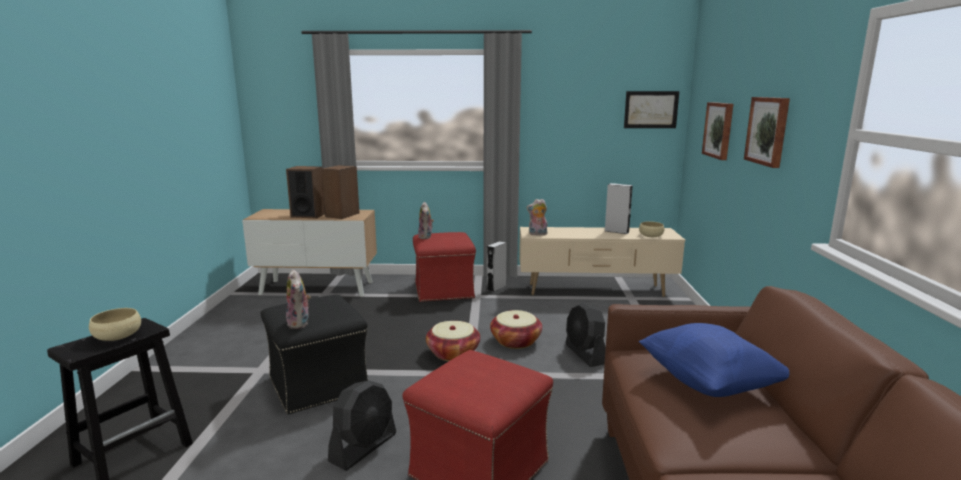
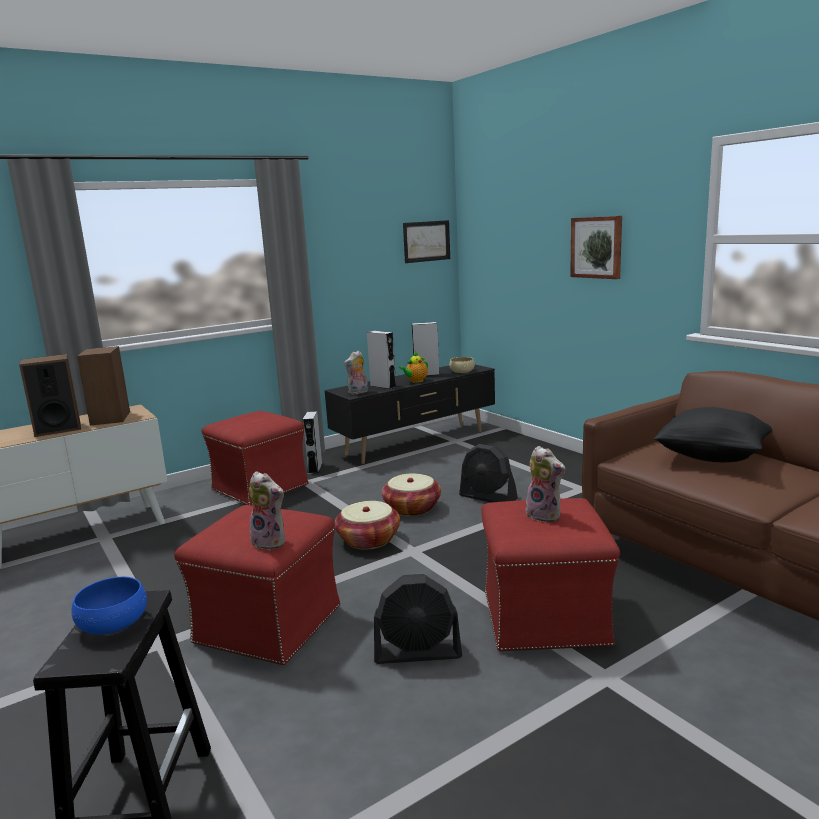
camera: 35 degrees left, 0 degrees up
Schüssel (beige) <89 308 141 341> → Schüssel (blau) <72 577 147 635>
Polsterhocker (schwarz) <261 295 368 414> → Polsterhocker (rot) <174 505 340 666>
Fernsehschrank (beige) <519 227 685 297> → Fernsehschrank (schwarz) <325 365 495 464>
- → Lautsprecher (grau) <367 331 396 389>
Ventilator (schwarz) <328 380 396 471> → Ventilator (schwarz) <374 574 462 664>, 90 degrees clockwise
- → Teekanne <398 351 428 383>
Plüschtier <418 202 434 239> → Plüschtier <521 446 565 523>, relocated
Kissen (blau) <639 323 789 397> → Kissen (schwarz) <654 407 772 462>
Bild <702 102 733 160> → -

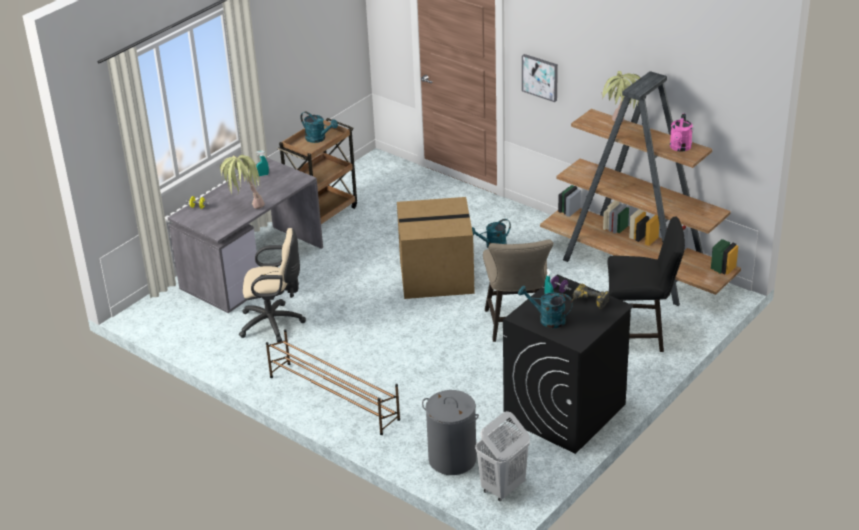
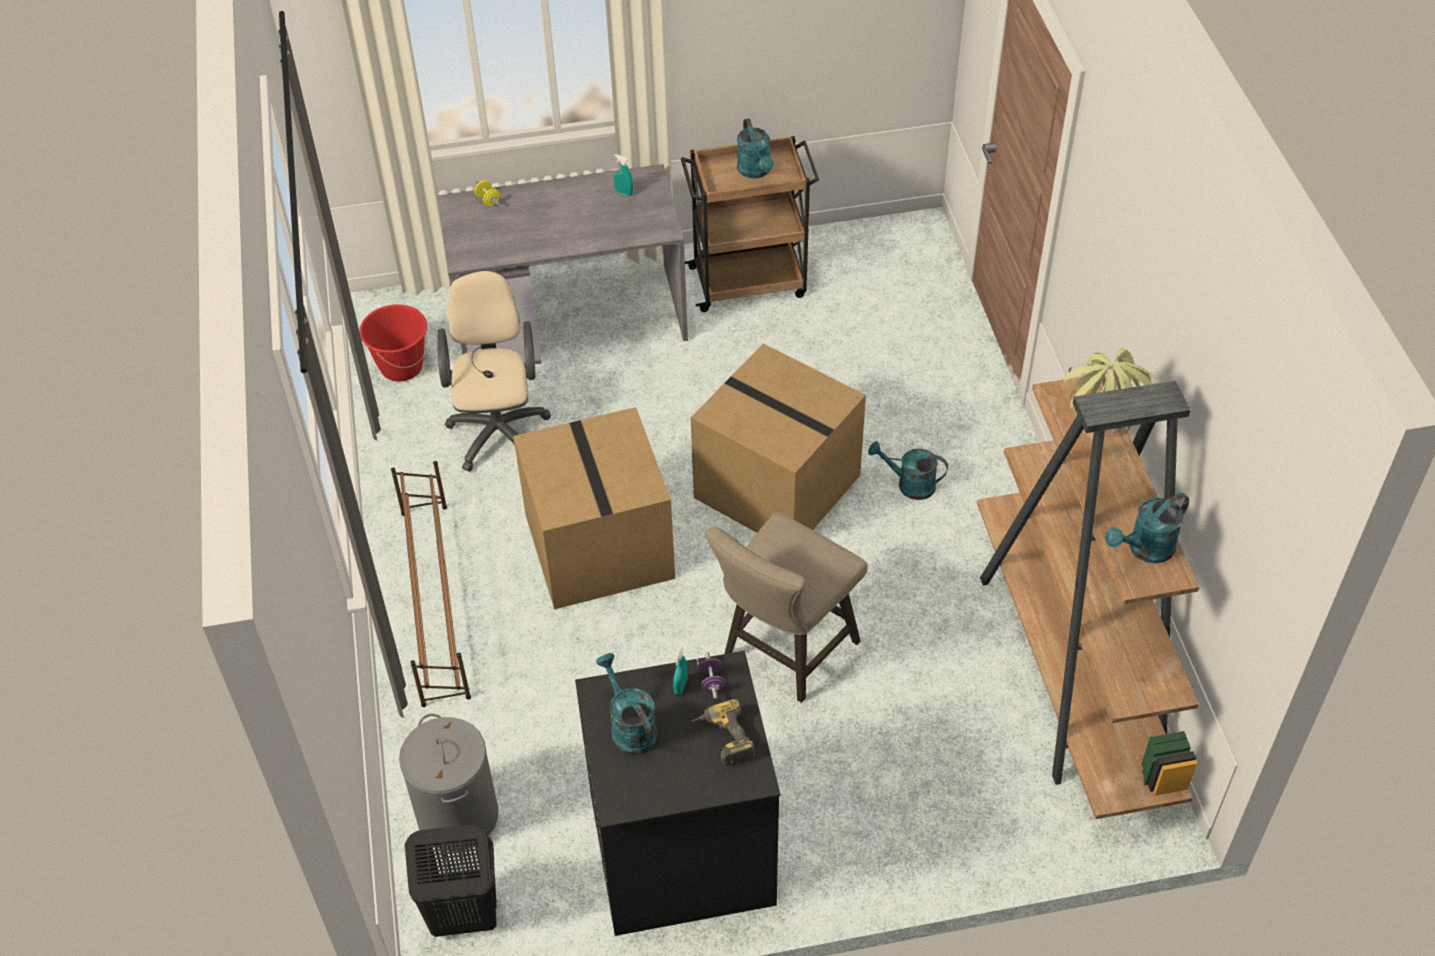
camera: 40 degrees right, 15 degrees up
- → Eimer (rot) <359 305 427 381>
Wäschekorb (weiß) <475 411 530 501> → Wäschekorb (schwarz) <405 824 497 937>
Bürostuhl (beige) <239 228 306 342> → Bürostuhl (beige) <437 270 551 472>, 135 degrees counterclockwise
- → Karton <513 407 675 609>
Gießkanne (rosa) <670 113 693 152> → Gießkanne (türkis) <1105 493 1189 563>
Topfpflanze <220 155 265 209> → -
Bild <522 54 558 102> → -
Hocker (schwarz) <607 217 685 352> → -

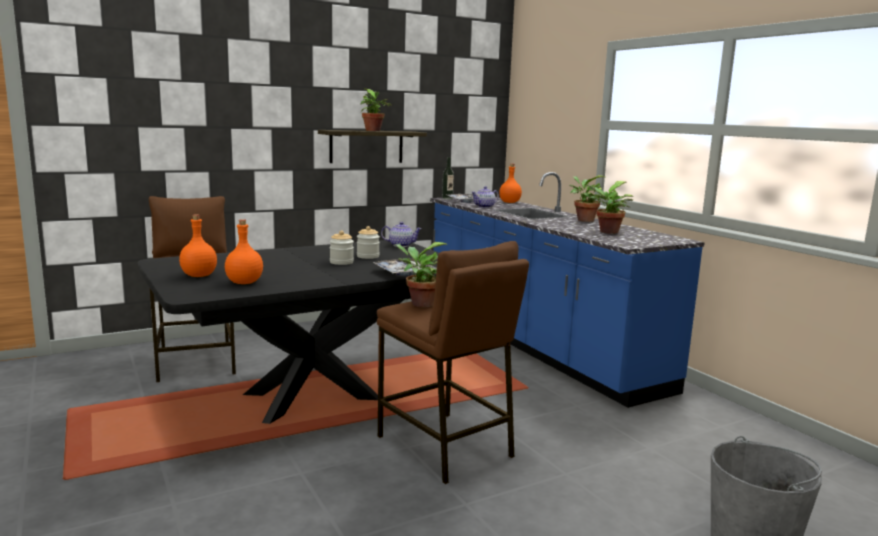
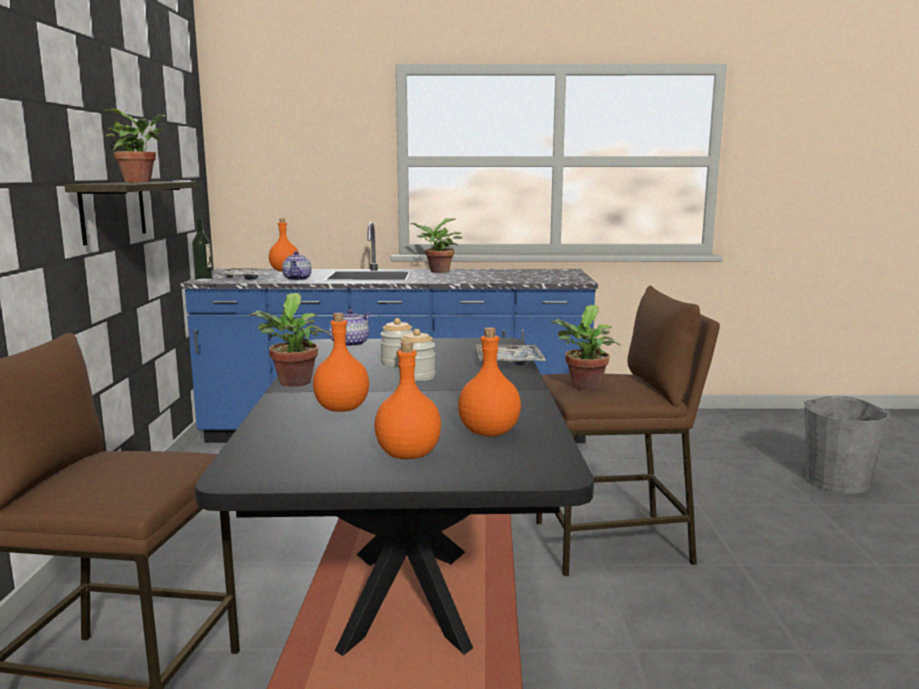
camera: 60 degrees left, 0 degrees up
Topfpflanze <585 181 633 234> → Topfpflanze <249 293 330 387>, relocated
- → Flasche (orange) <313 313 369 412>

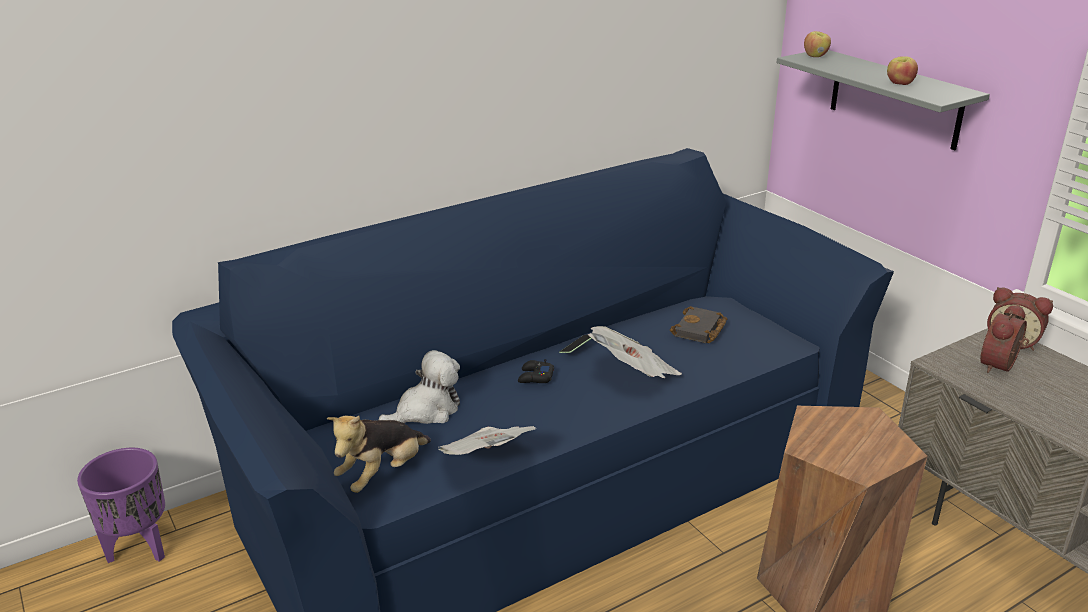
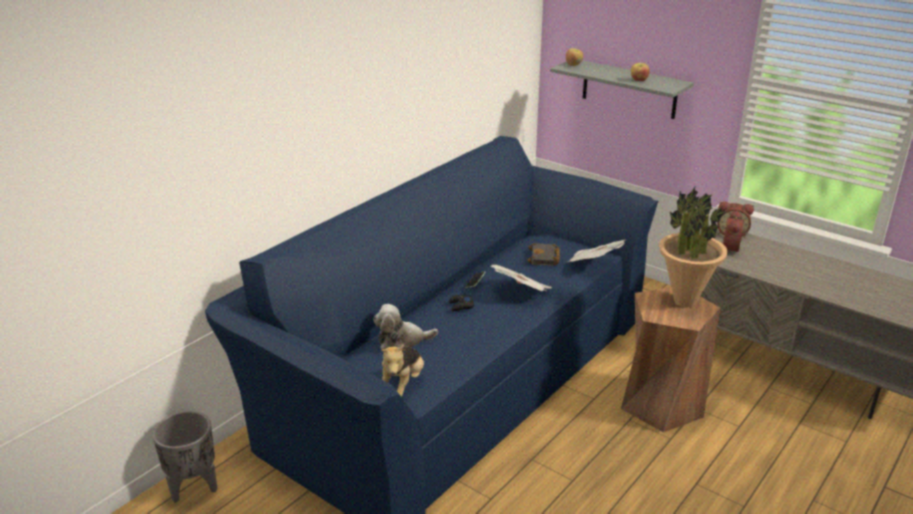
camera: 20 degrees left, 0 degrees up
Pflanzkübel (lila) <77 448 165 563> → Pflanzkübel (grau) <152 411 218 503>
Plüschtier <379 350 460 424> → Plüschtier <373 304 438 350>, 135 degrees counterclockwise
Zeitung <439 426 536 455> → Zeitung <568 240 625 262>, relocated
- → Topfpflanze <659 187 728 308>

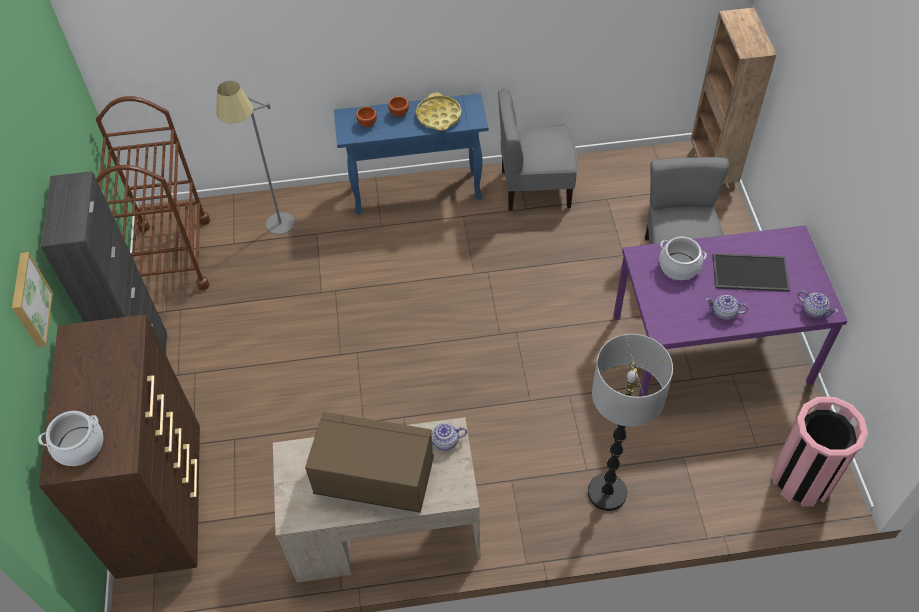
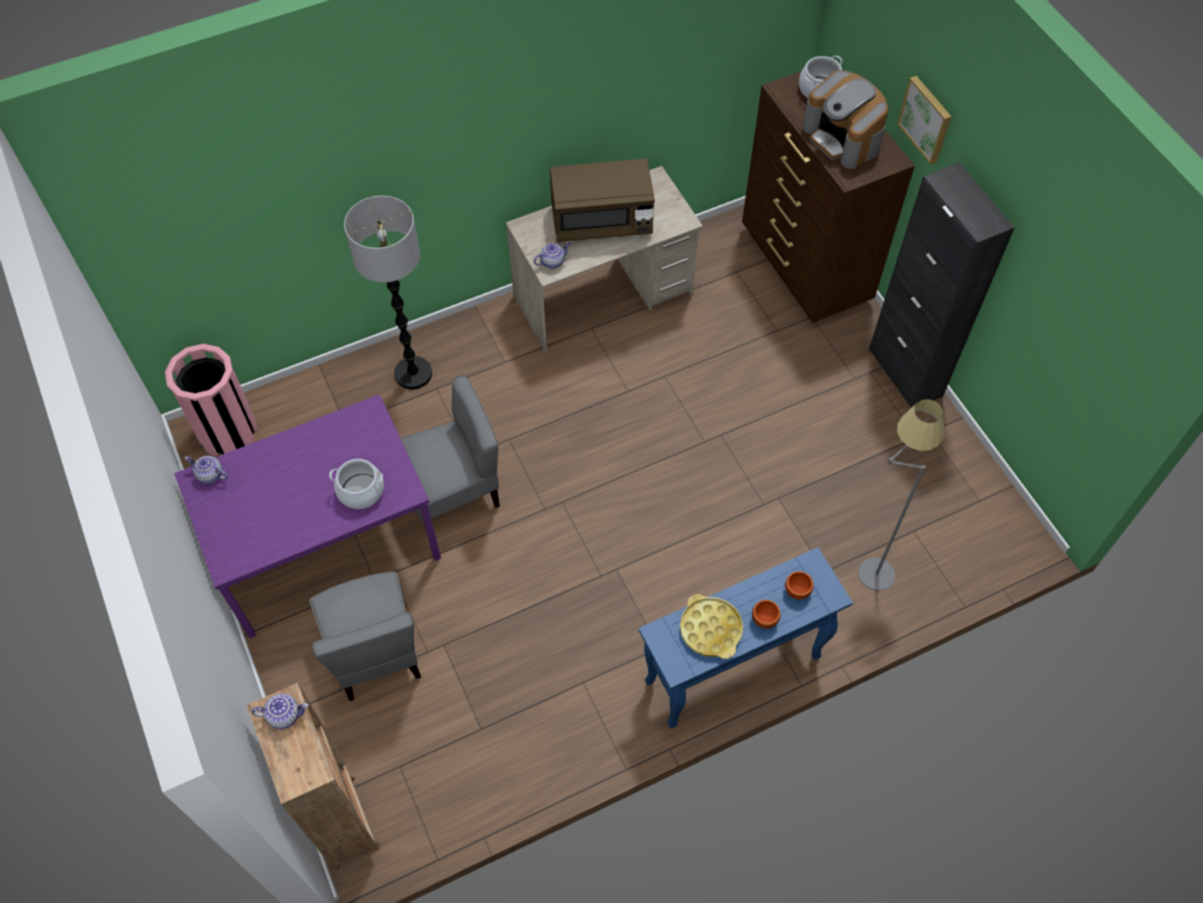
camera: 160 degrees right, 5 degrees up
Teekanne <706 295 748 320> → Teekanne <251 694 308 729>, relocated
Stuhl (grau) <498 89 577 211> → Stuhl (grau) <400 375 500 525>, relocated
- → Kaffeemaschine <803 70 888 169>
Rollwagen (braun) <96 96 210 290> → -
Tablett <712 253 790 292> → -

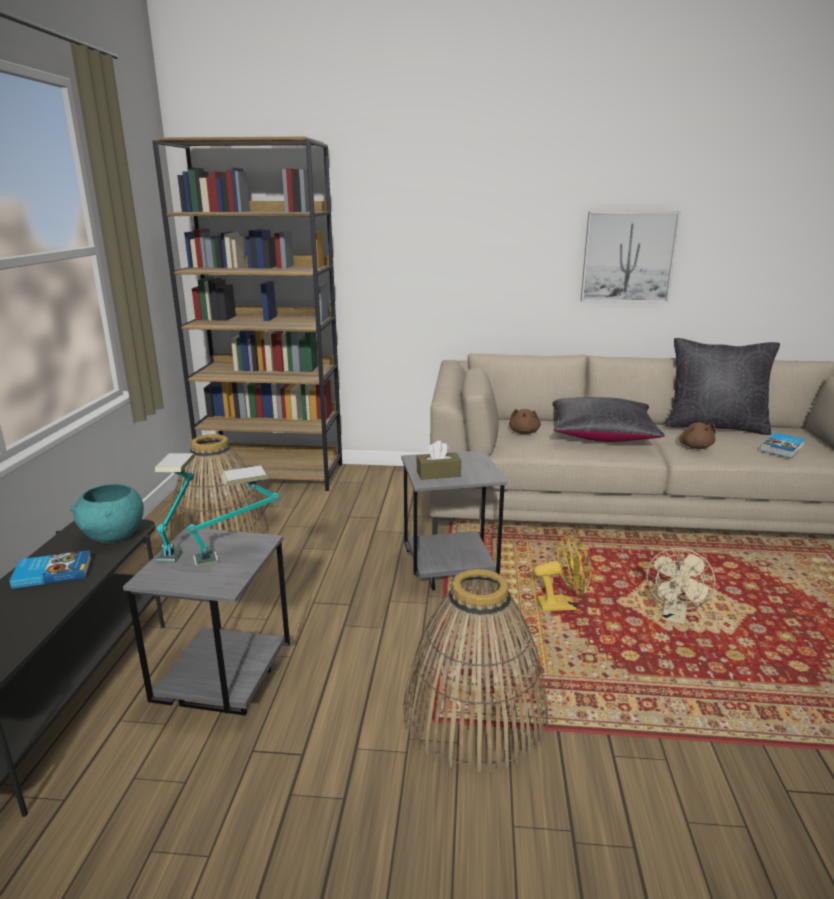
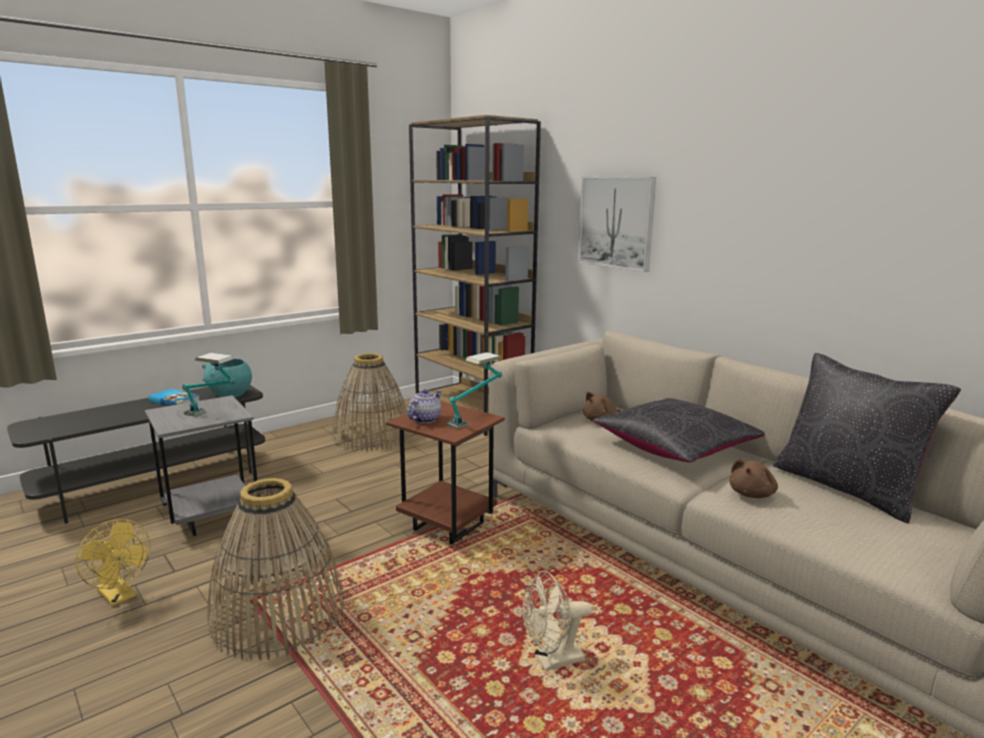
camera: 45 degrees right, 5 degrees down
Ventilator (gelb) <534 534 592 611> → Ventilator (gelb) <76 519 151 606>, relocated
Beistelltisch (grau) <401 450 507 590> → Beistelltisch (braun) <386 401 505 545>
Taschentuchbox (braun) <416 441 461 480> → Teekanne <407 389 441 423>
Tischlampe <155 453 195 563> → Tischlampe <447 352 502 429>, relocated
Bild <581 212 681 303> → Bild <578 177 656 272>, relocated
Buch <760 433 805 458> → -

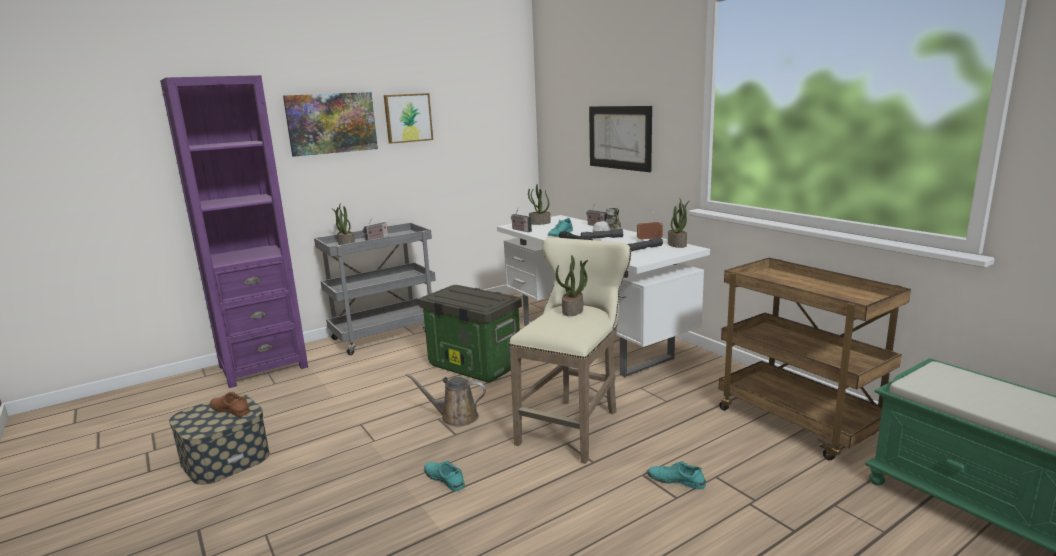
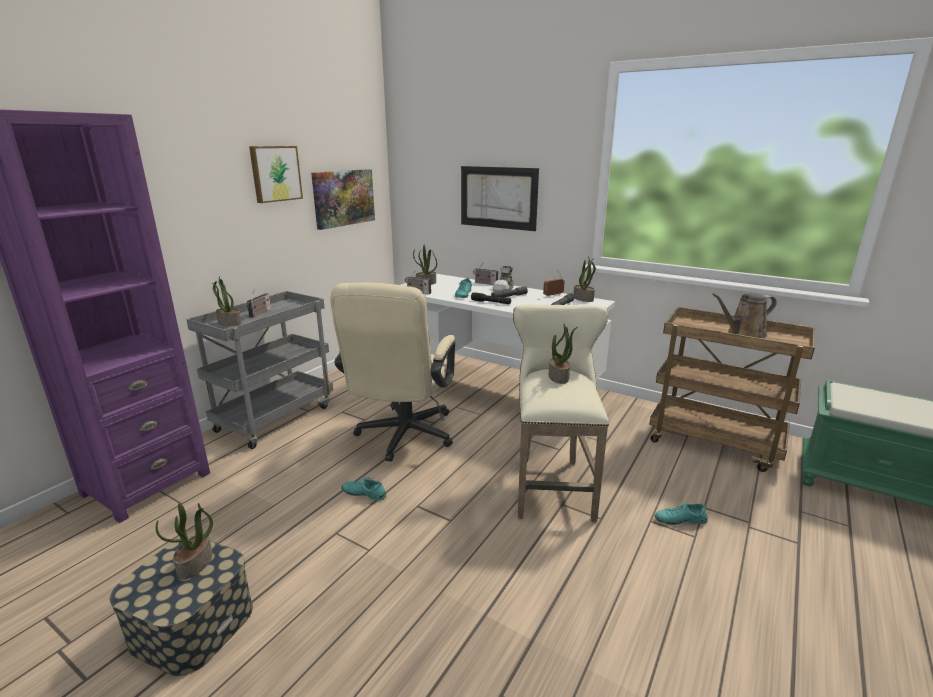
camera: 25 degrees left, 5 degrees up
Schuh (braun) <210 392 250 417> → Topfpflanze <156 503 213 580>
Bild <283 92 378 157> → Bild <311 169 375 230>, relocated
Aufbewahrungsbox <419 285 522 383> → Bürostuhl (beige) <331 283 455 462>
Schuh (türkis) <424 461 465 491> → Schuh (türkis) <342 477 386 501>, relocated
Gießkanne (braun) <405 373 486 427> → Gießkanne (braun) <712 293 777 339>, relocated

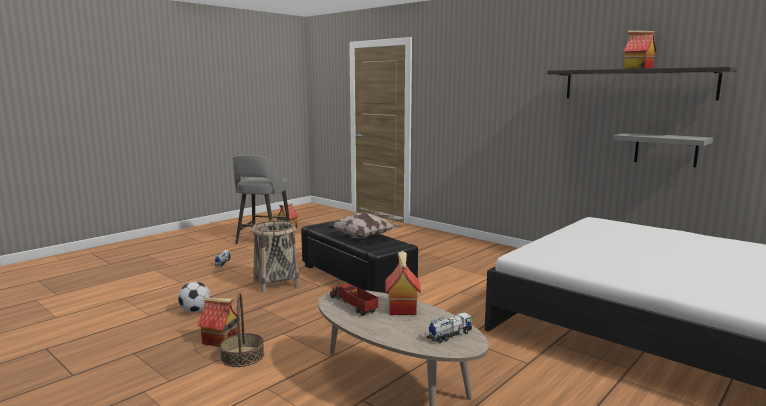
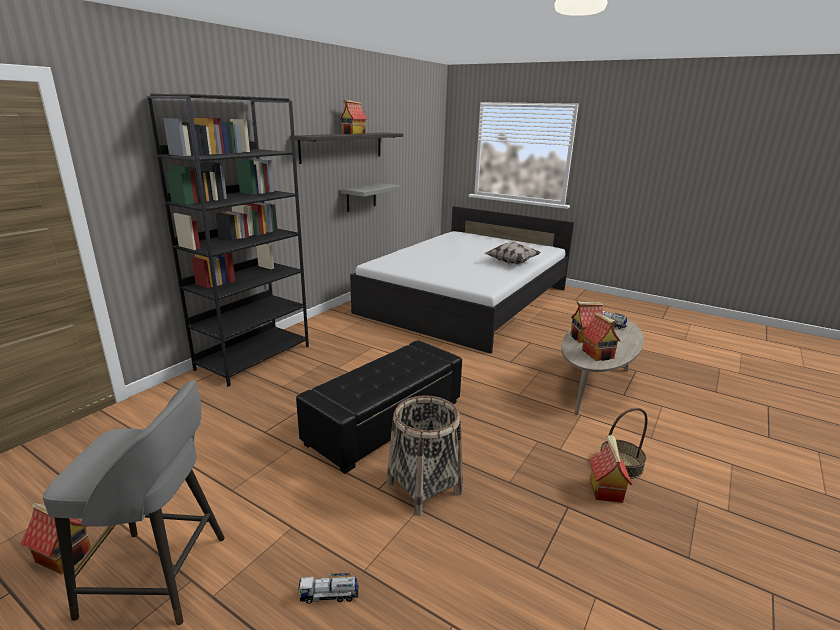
camera: 100 degrees left, 10 degrees up
- → Bücherregal (schwarz) <147 94 309 387>
Kissen <327 213 402 239> → Kissen <485 242 540 264>, relocated
Spielzeuglaster <330 281 379 316> → Spielzeughaus <581 312 620 361>
Fußball <178 282 210 312> → -

